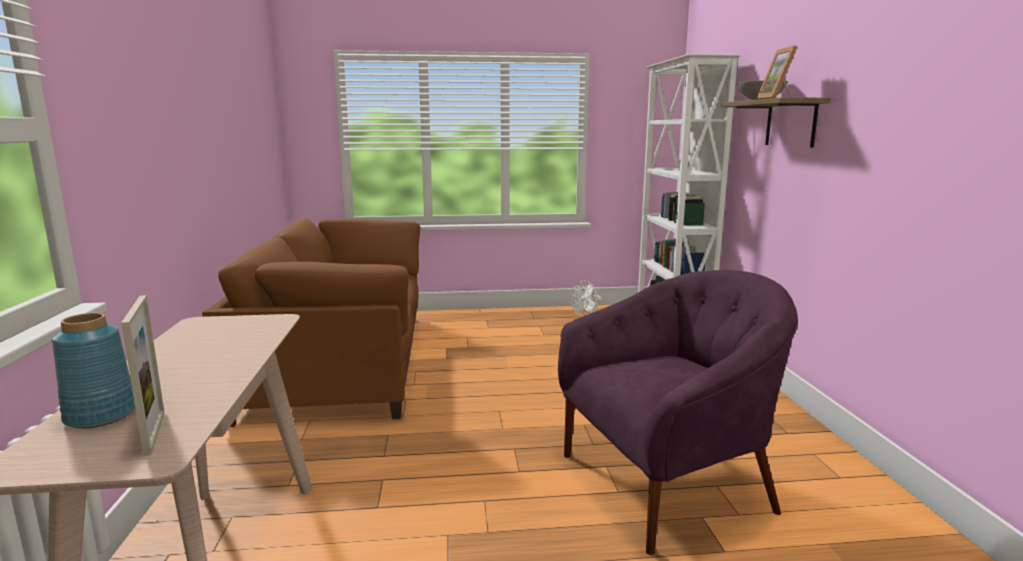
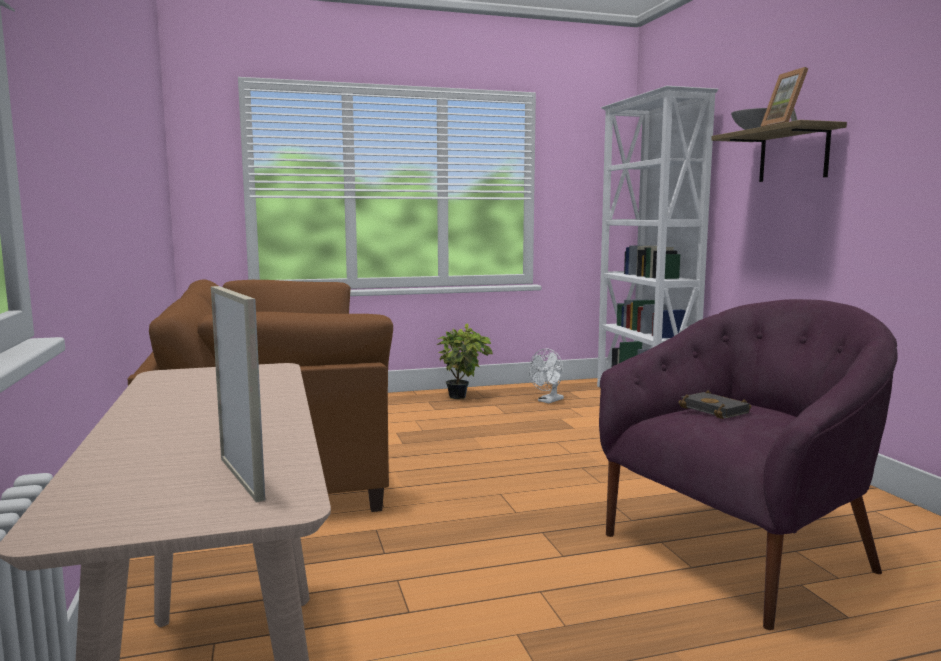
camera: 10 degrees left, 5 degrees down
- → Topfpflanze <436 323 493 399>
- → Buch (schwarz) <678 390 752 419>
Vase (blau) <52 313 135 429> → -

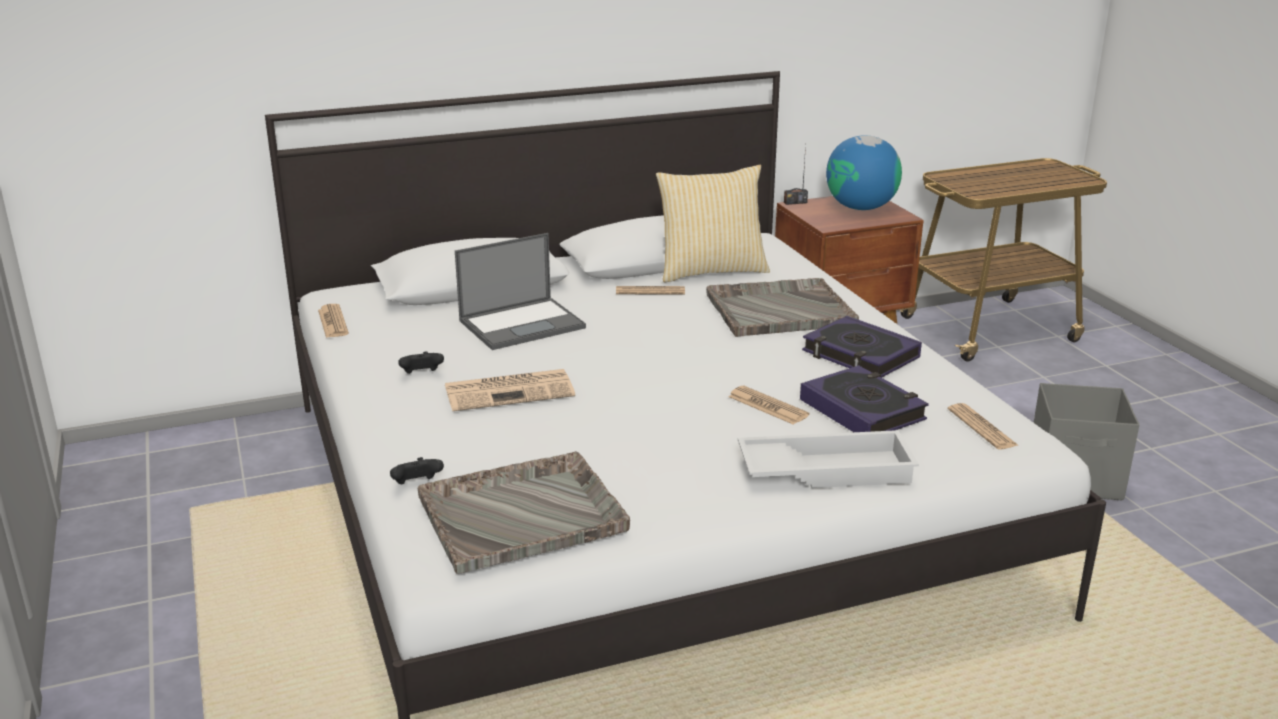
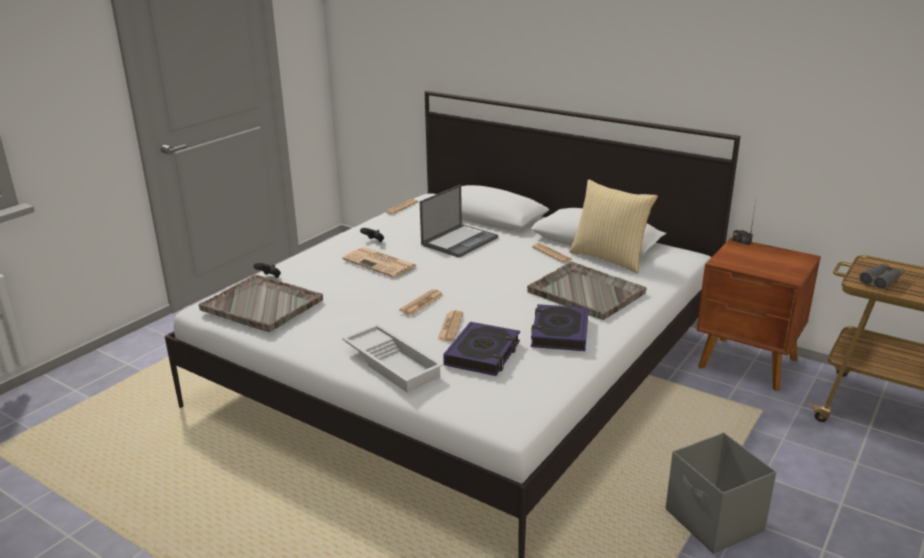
camera: 55 degrees right, 0 degrees up
Zeitung <948 403 1019 450> → Zeitung <399 289 444 315>, relocated
Laptop <455 233 586 350> → Laptop <420 184 498 258>, 75 degrees counterclockwise
- → Fernglas (grau) <859 263 905 289>
Globus <826 135 902 210> → -

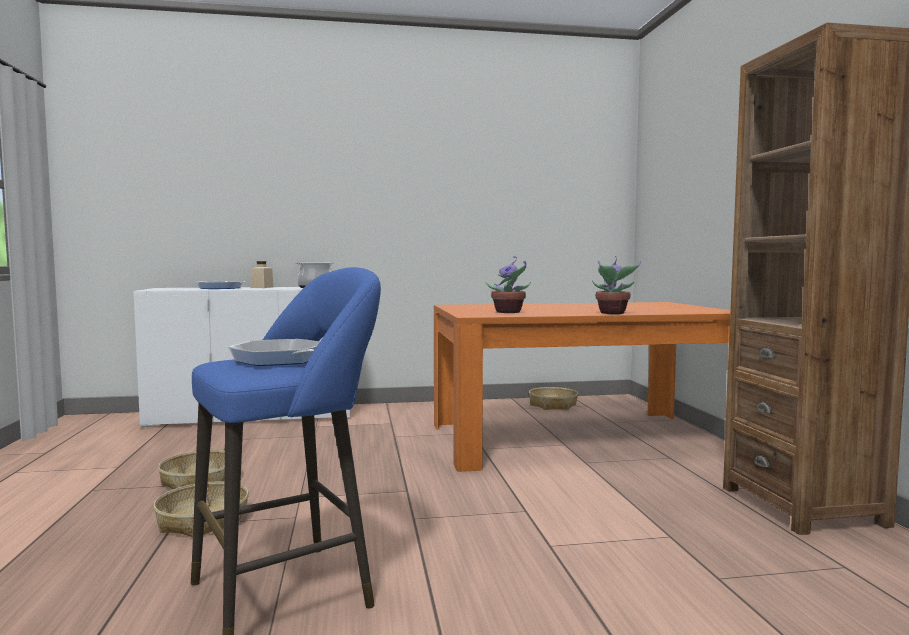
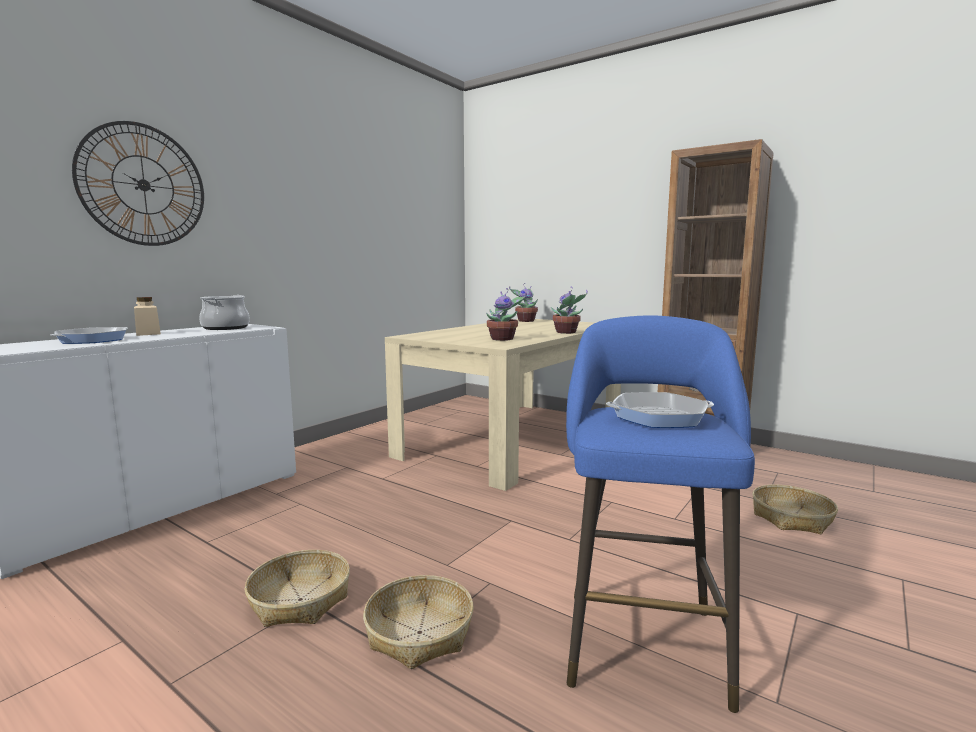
camera: 45 degrees left, 5 degrees up
- → Wanduhr <72 121 204 246>
Esstisch (orange) <434 302 730 472> → Esstisch (beige) <385 319 621 491>
- → Topfpflanze <509 283 538 322>
Korb <529 387 578 410> → Korb <752 485 838 534>, relocated

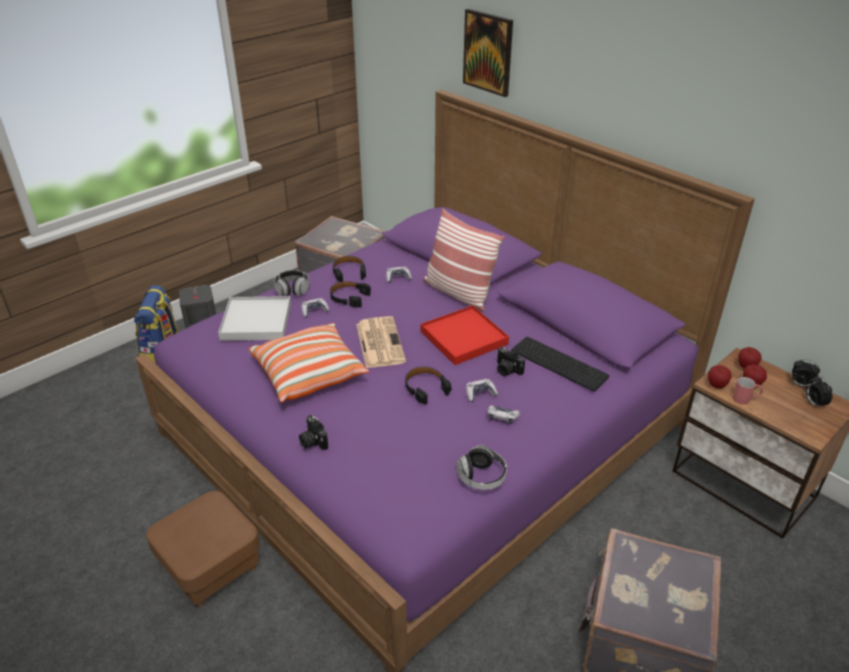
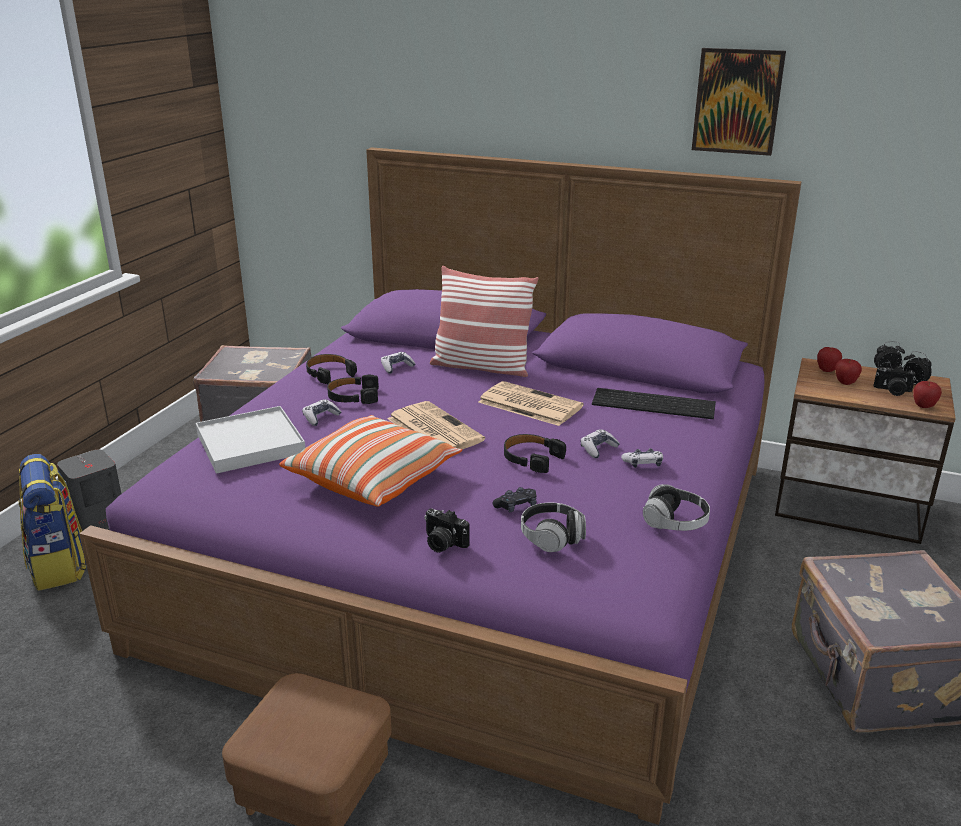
camera: 25 degrees left, 10 degrees down
Tablett (rot) <421 305 509 365> → Zeitung <478 381 584 426>
- → Gamepad (schwarz) <493 487 537 512>
Kopfhörer <274 270 309 296> → Kopfhörer <521 503 586 552>, relocated
Bild <463 9 513 97> → Bild <692 48 786 156>, relocated
Kamera <497 347 525 376> → Kamera <874 366 916 396>, relocated
Apfel <708 365 732 389> → Apfel <913 381 942 408>, relocated
Henkelbecher (rot) <732 377 763 405> → -

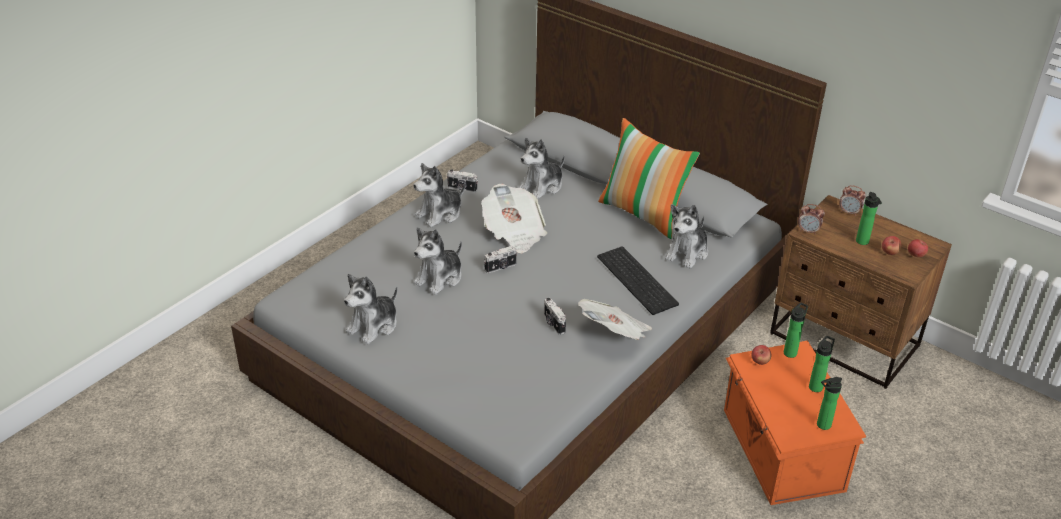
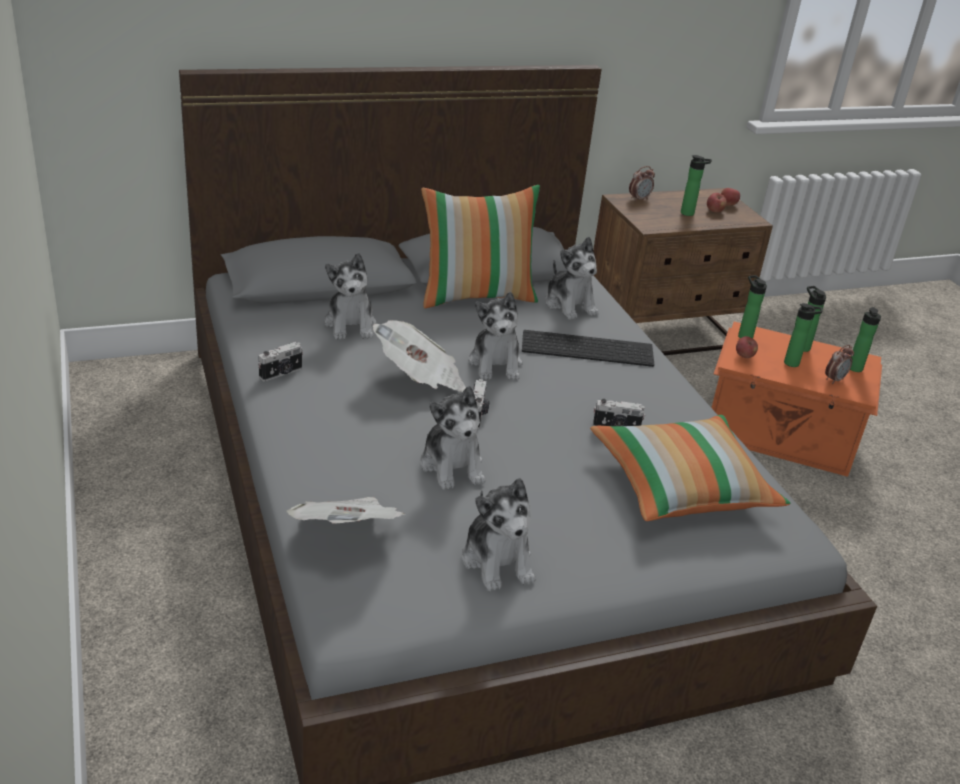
camera: 60 degrees left, 5 degrees down
Zeitung <578 299 652 340> → Zeitung <287 497 405 524>, relocated
Plüschtier <413 163 466 228> → Plüschtier <469 292 523 380>, relocated
- → Kissen <590 415 791 521>
- → Flasche <784 303 822 367>
Wecker <798 204 825 234> → Wecker <825 345 854 384>, relocated

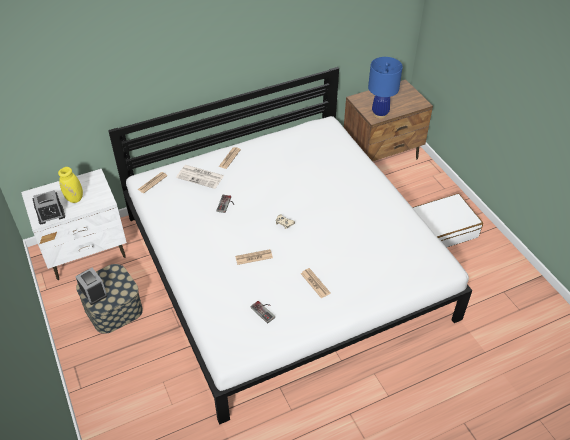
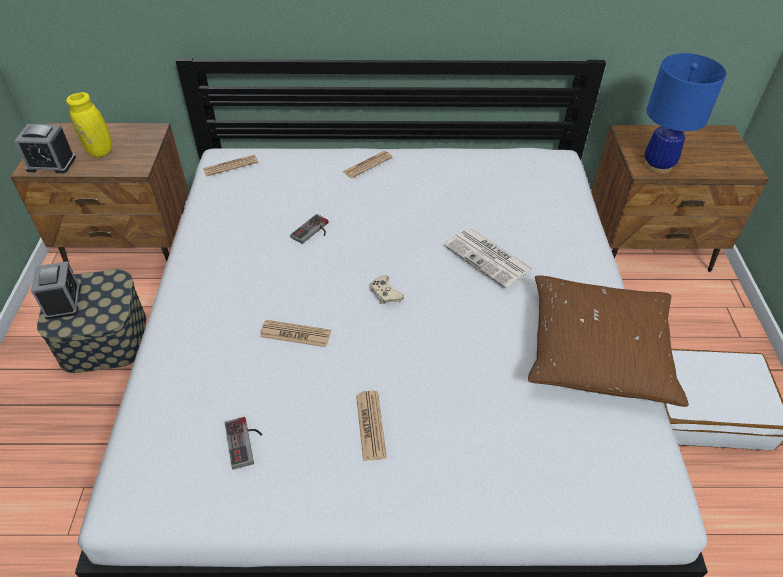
camera: 25 degrees right, 0 degrees up
Nachttisch (weiß) <21 169 127 280> → Nachttisch (braun) <10 123 189 262>
Zeitung <176 165 224 189> → Zeitung <444 228 533 289>, relocated
- → Kissen (braun) <528 275 689 407>

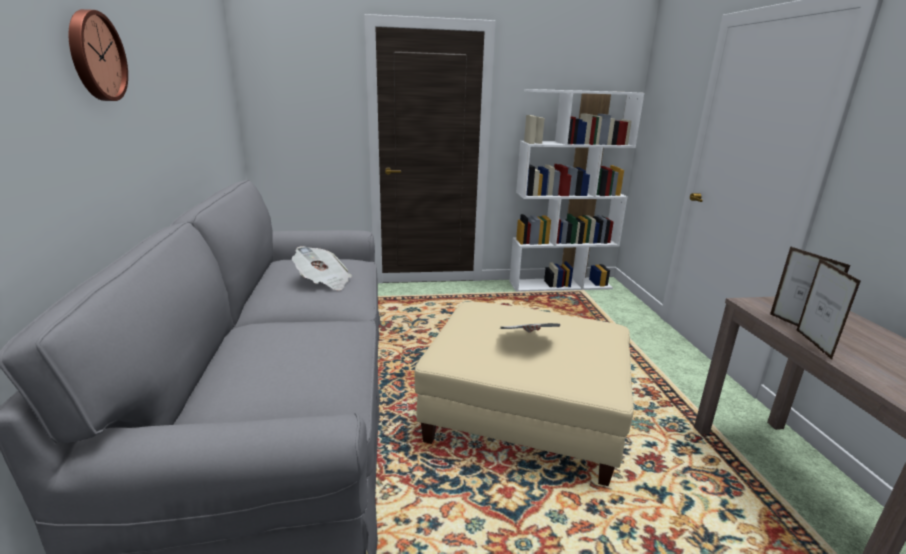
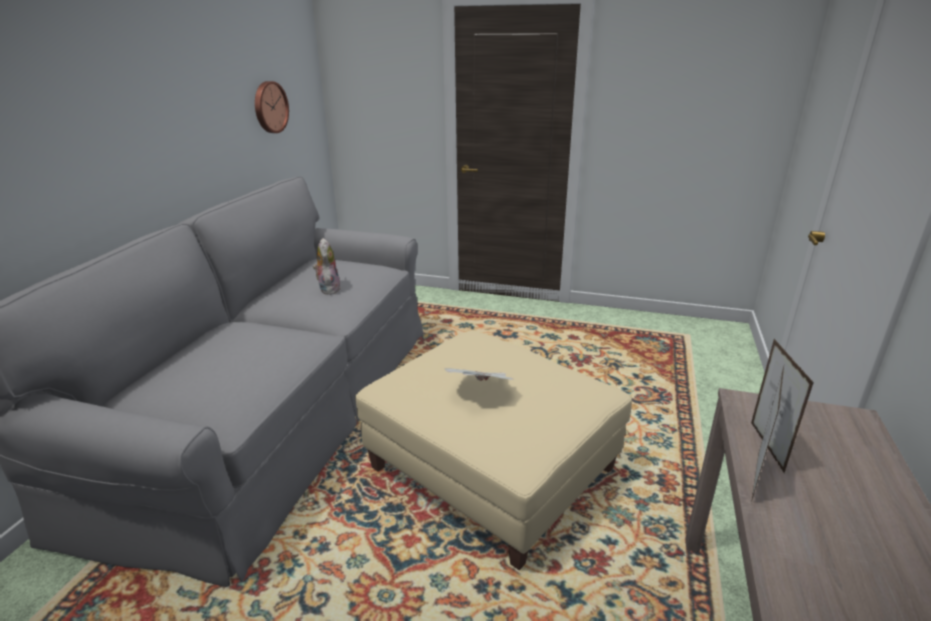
camera: 25 degrees right, 5 degrees up
Wanduhr <69 9 128 101> → Wanduhr <255 81 289 133>, relocated
Zeitung <292 246 352 290> → Plüschtier <313 238 341 295>
Bücherregal (weiß) <509 89 644 292> → -

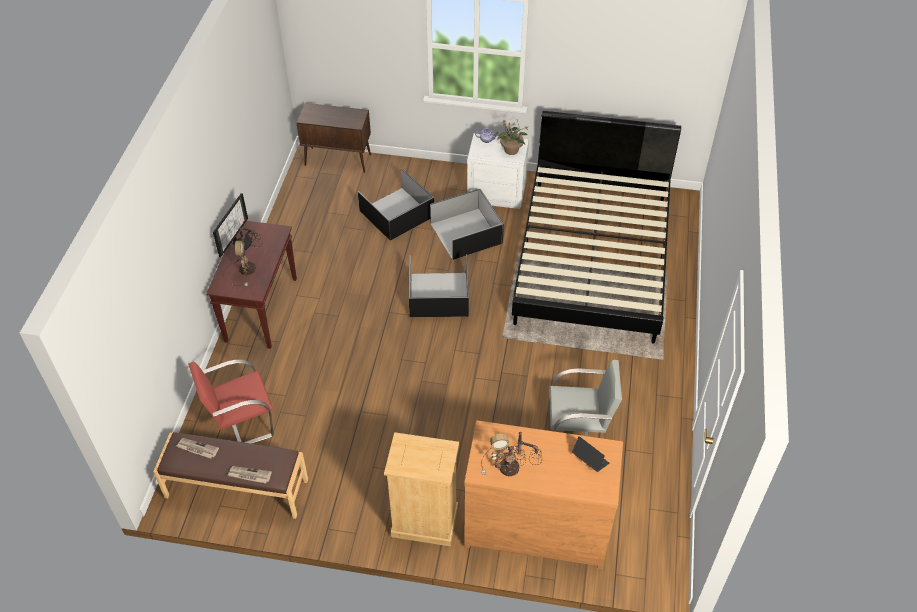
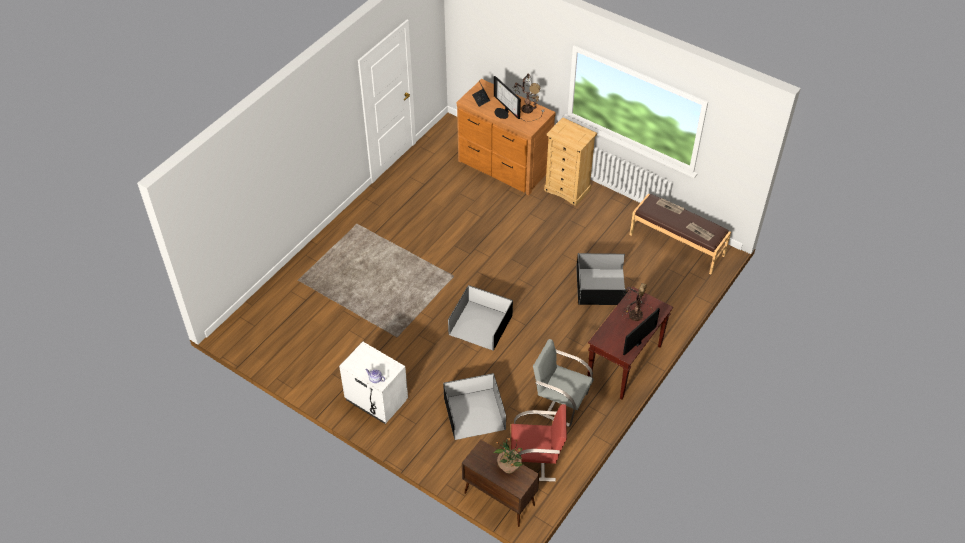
camera: 155 degrees left, 0 degrees up
- → Monitor <494 76 521 119>
Topfpflanze <498 120 528 155> → Topfpflanze <494 438 523 473>, relocated
Stuhl (rot) <188 360 274 444> → Stuhl (rot) <511 404 567 482>, relocated
Stuhl (grau) <549 360 622 436> → Stuhl (grau) <533 339 594 427>, relocated
Aufbewahrungsbox (schwarz) <430 189 504 260> → Aufbewahrungsbox (schwarz) <576 253 627 305>, relocated
Bett (schwarz) <512 111 681 344> → -

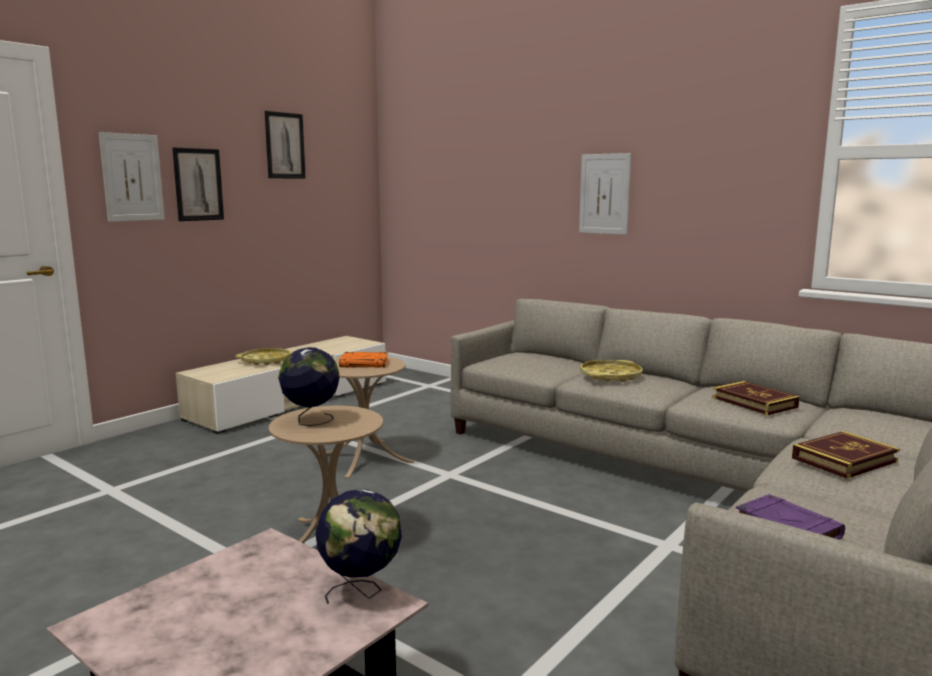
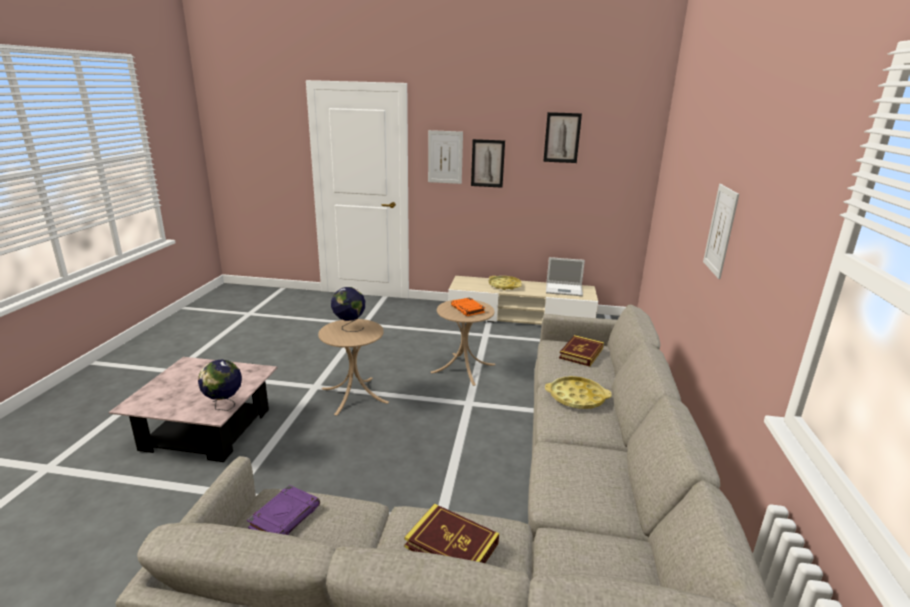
camera: 60 degrees right, 10 degrees up
- → Laptop <546 257 585 296>
Buch <713 381 800 415> → Buch <559 335 604 367>, relocated

